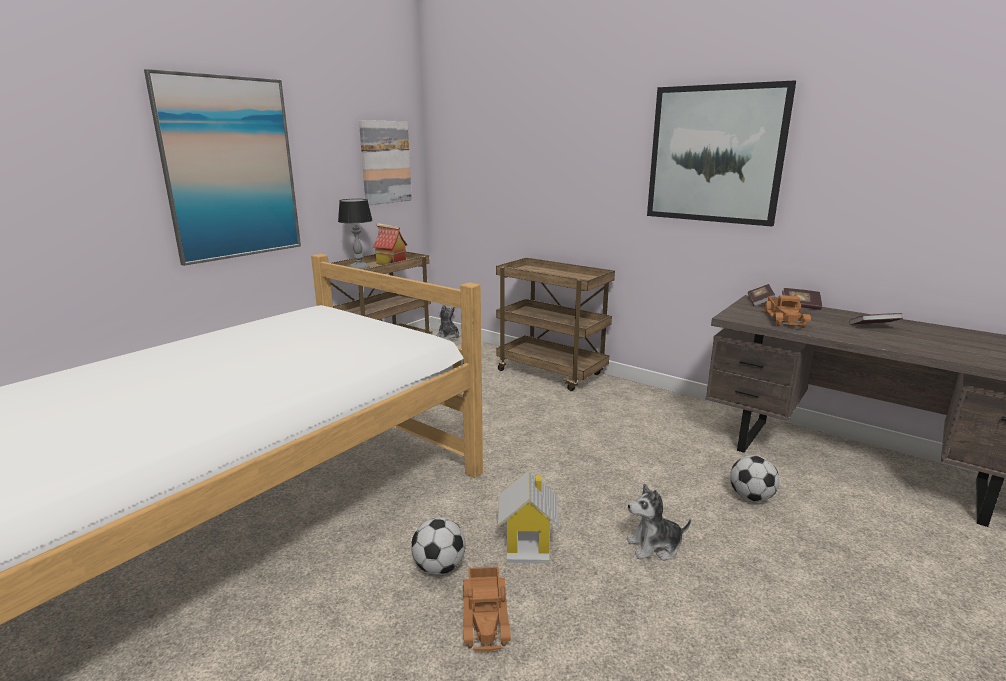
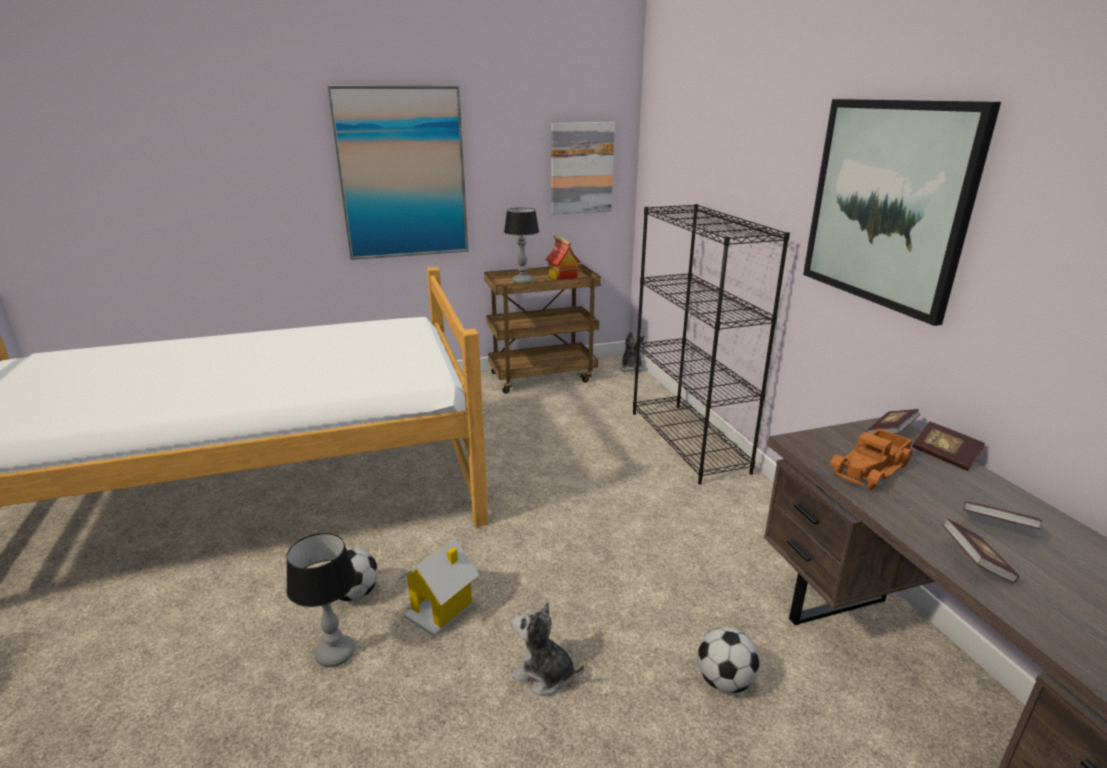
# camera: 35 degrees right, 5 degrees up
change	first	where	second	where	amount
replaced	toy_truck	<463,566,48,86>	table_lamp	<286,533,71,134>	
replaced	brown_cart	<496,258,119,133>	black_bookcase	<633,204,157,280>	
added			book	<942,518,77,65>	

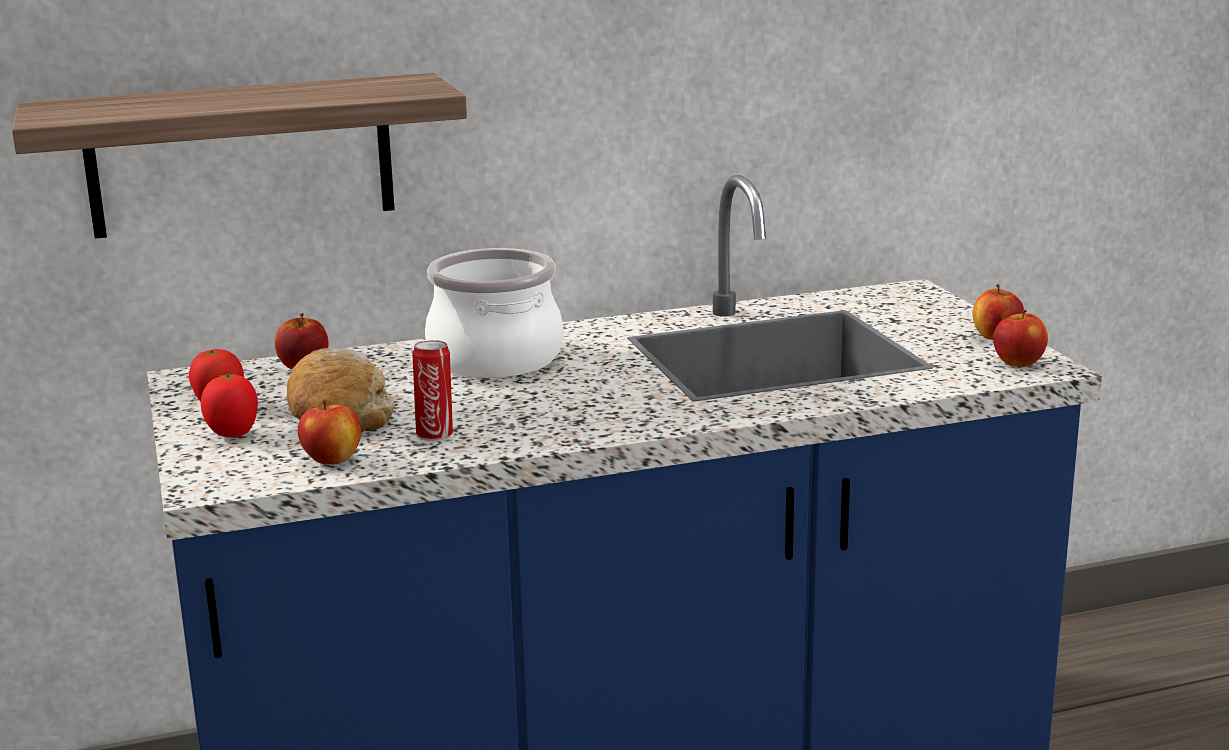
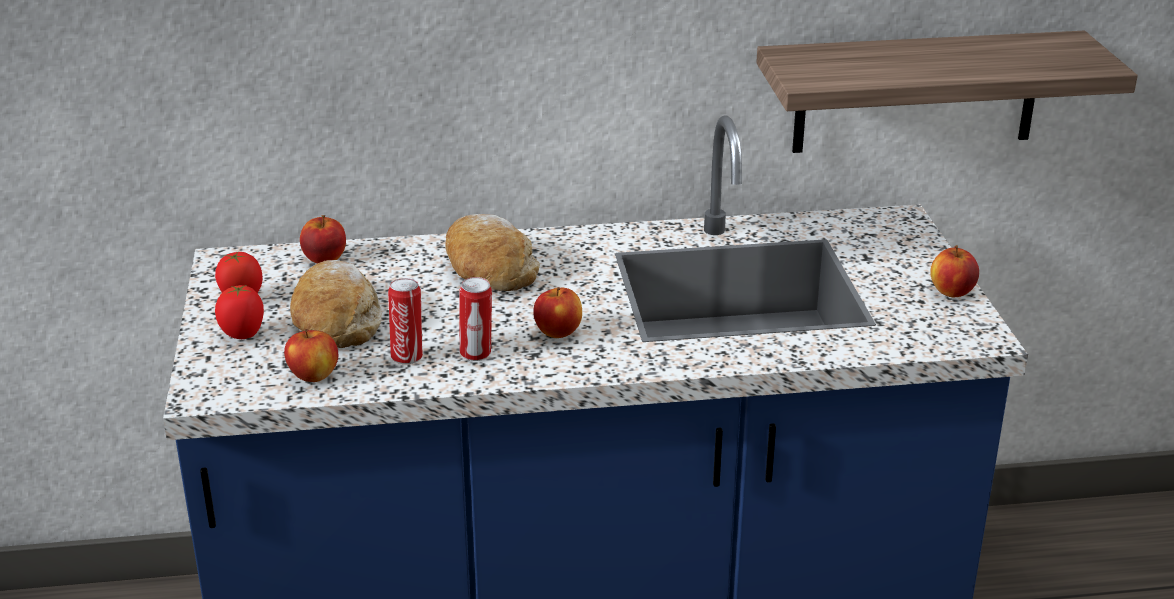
# camera: 10 degrees right, 10 degrees up
change	first	where	second	where	amount
moved	shelf	<12,73,455,166>		<756,31,382,122>	
replaced	cooking_pot	<425,248,139,130>	bread	<445,214,95,77>	
moved	apple	<993,310,55,57>		<533,287,49,51>	
added			can	<459,277,33,84>	

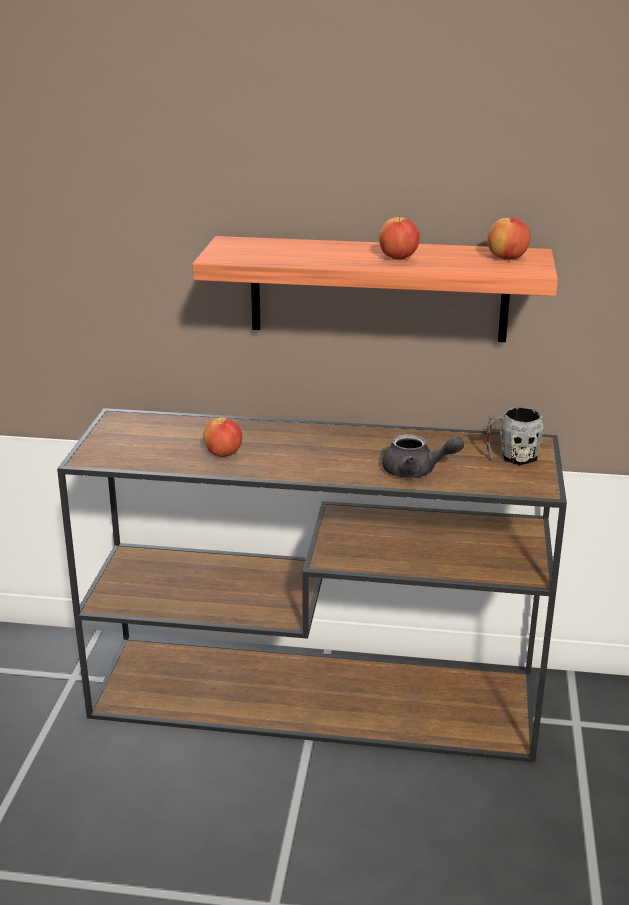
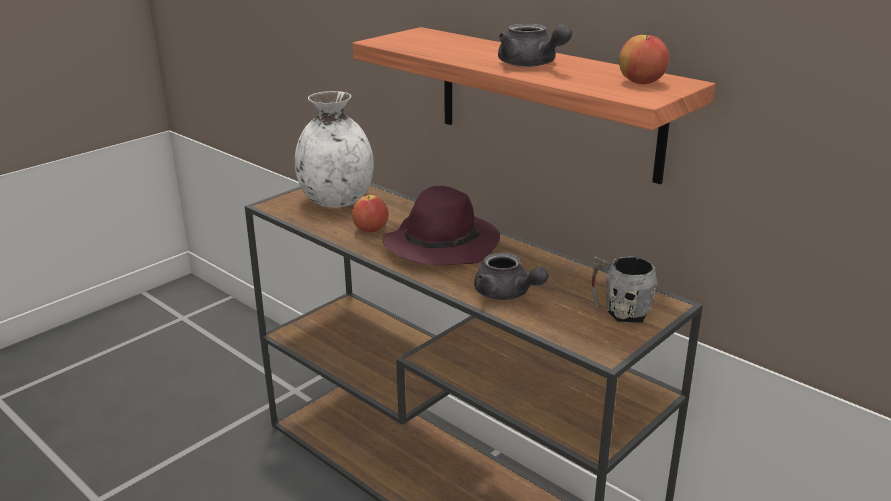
# camera: 35 degrees right, 0 degrees up
change	first	where	second	where	amount
replaced	apple	<379,217,41,42>	grey_teapot	<498,24,74,43>	
added			white_vase	<295,91,79,117>	
added			purple_hat	<382,186,118,79>	

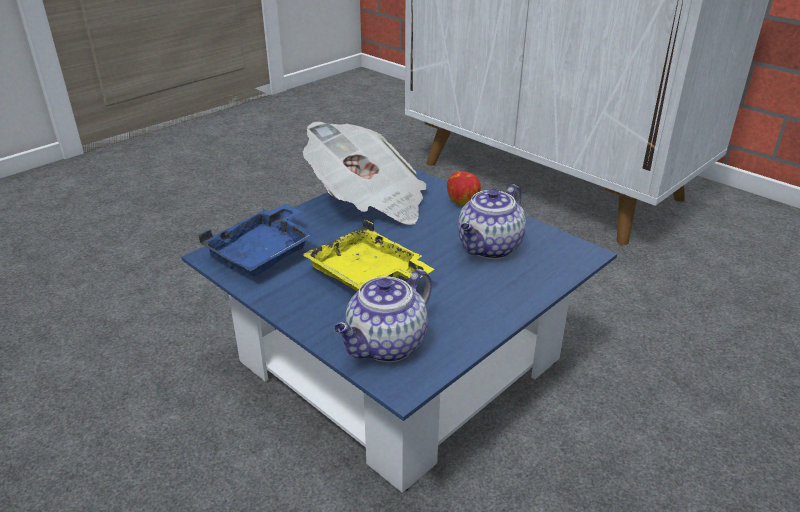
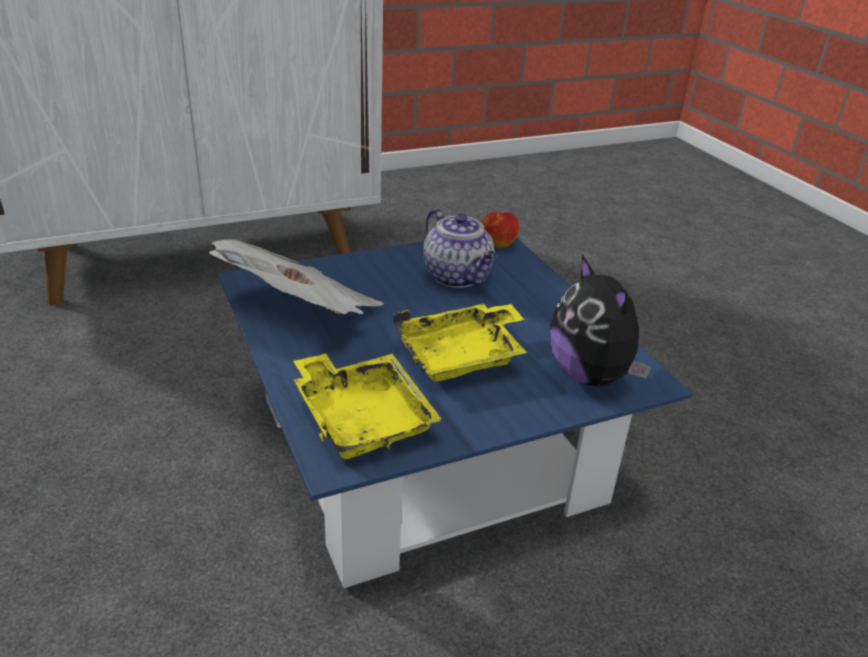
# camera: 70 degrees left, 0 degrees up
change	first	where	second	where	amount
recoloured	blue_tray	<199,204,118,72>	yellow_tray	<294,353,148,107>	
replaced	teapot	<334,269,98,93>	plush_toy	<550,254,102,132>	
moved	apple	<447,171,34,34>		<481,212,38,36>	

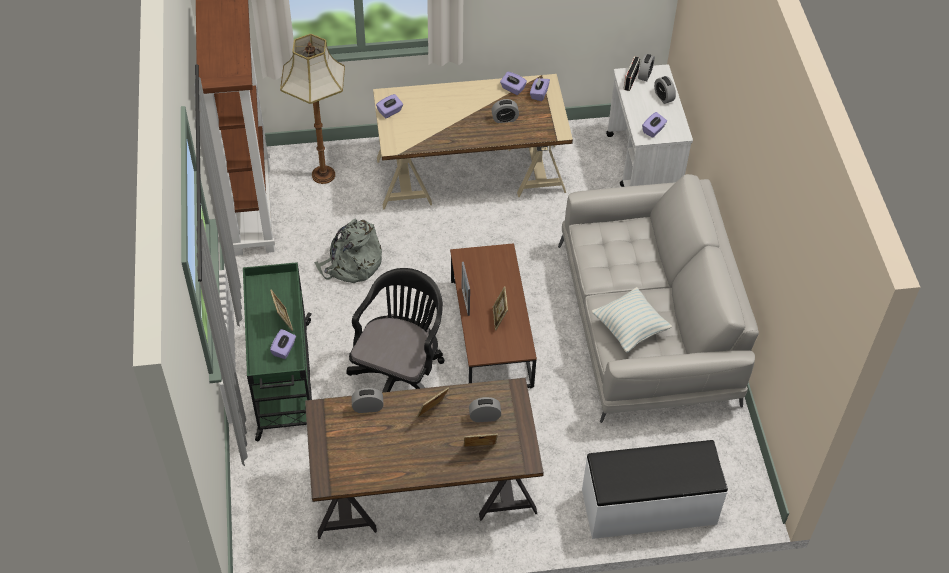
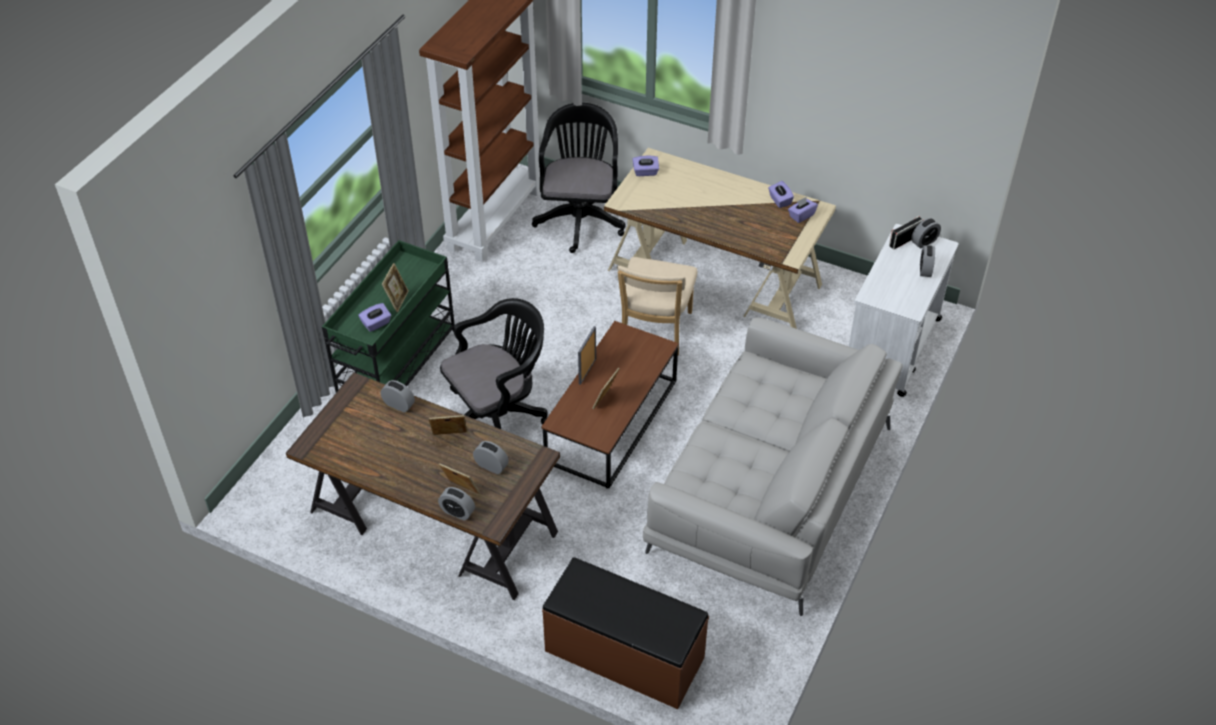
# camera: 35 degrees right, 5 degrees down
change	first	where	second	where	amount
replaced	floor_lamp	<280,34,65,150>	black_office_chair	<532,103,93,150>	
removed	grey_backpack	<315,219,67,64>			
moved	alarm_clock	<492,99,27,24>		<438,487,37,34>	
recoloured	white_bench	<582,440,146,99>	brown_bench	<542,557,167,152>	
removed	pillow	<591,287,81,66>			
removed	purple_tissue_box	<642,112,25,26>			
added			beige_chair	<617,257,80,99>	

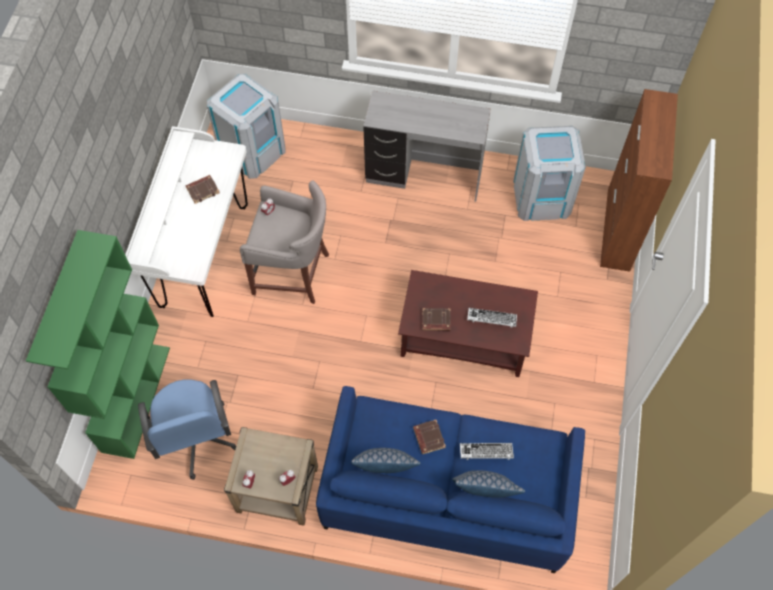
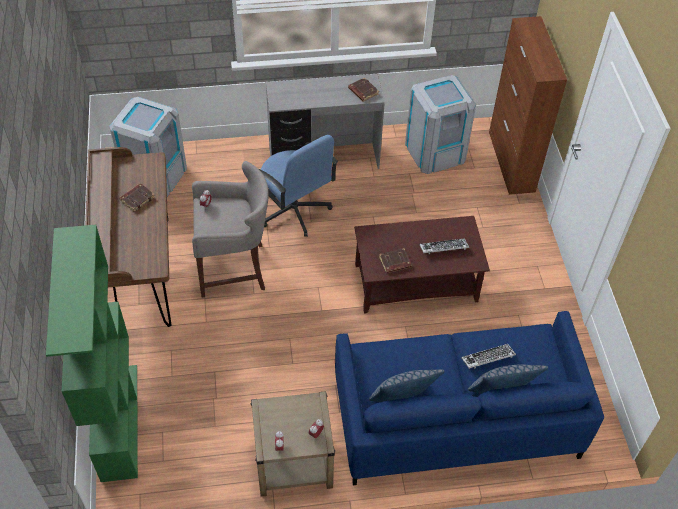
# camera: 20 degrees left, 10 degrees down
change	first	where	second	where	amount
recoloured	white_desk	<125,126,123,191>	brown_desk	<85,147,86,180>	
moved	blue_office_chair	<138,380,98,100>		<259,135,79,102>	
moved	brown_book	<413,420,33,34>		<348,77,31,25>	

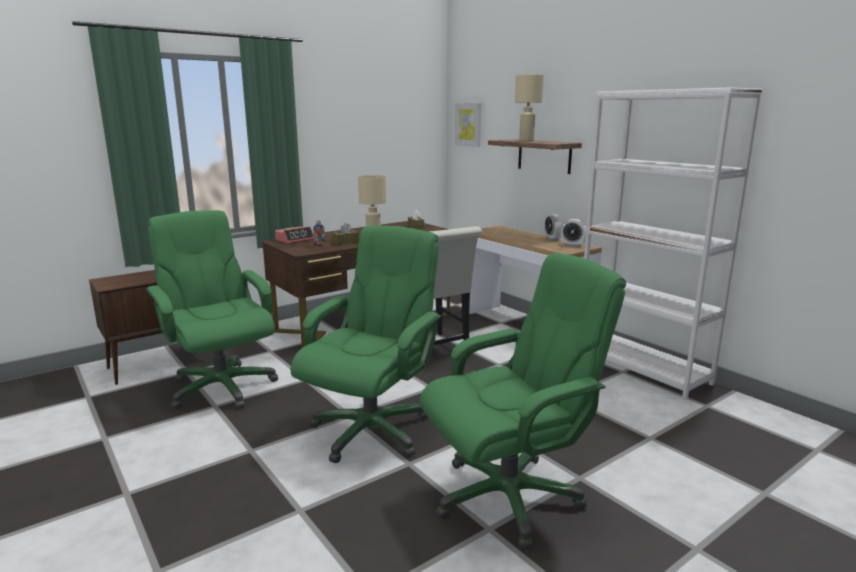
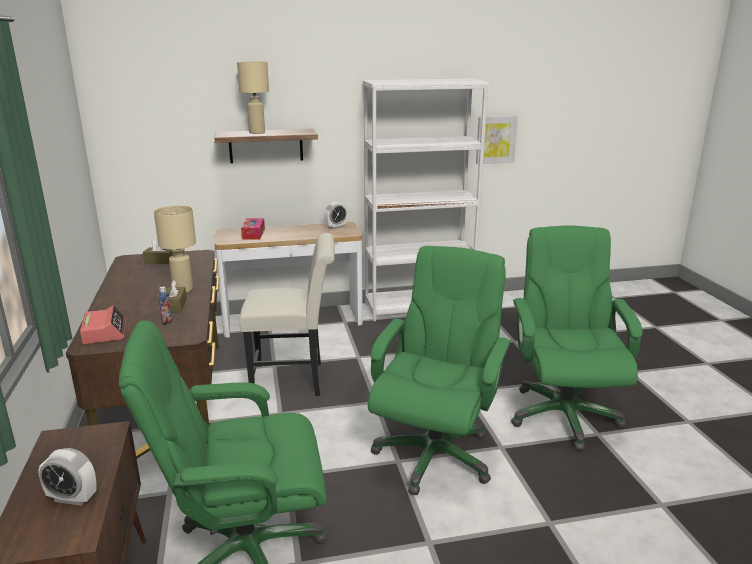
# camera: 65 degrees left, 5 degrees up
change	first	where	second	where	amount
turned	green_office_chair	<291,226,150,237>		<368,246,143,249>	60 degrees clockwise
moved	picture	<455,103,26,44>		<476,116,42,48>	
moved	alarm_clock	<545,214,18,27>		<38,448,58,58>	
added			tissue_box	<241,218,24,22>	

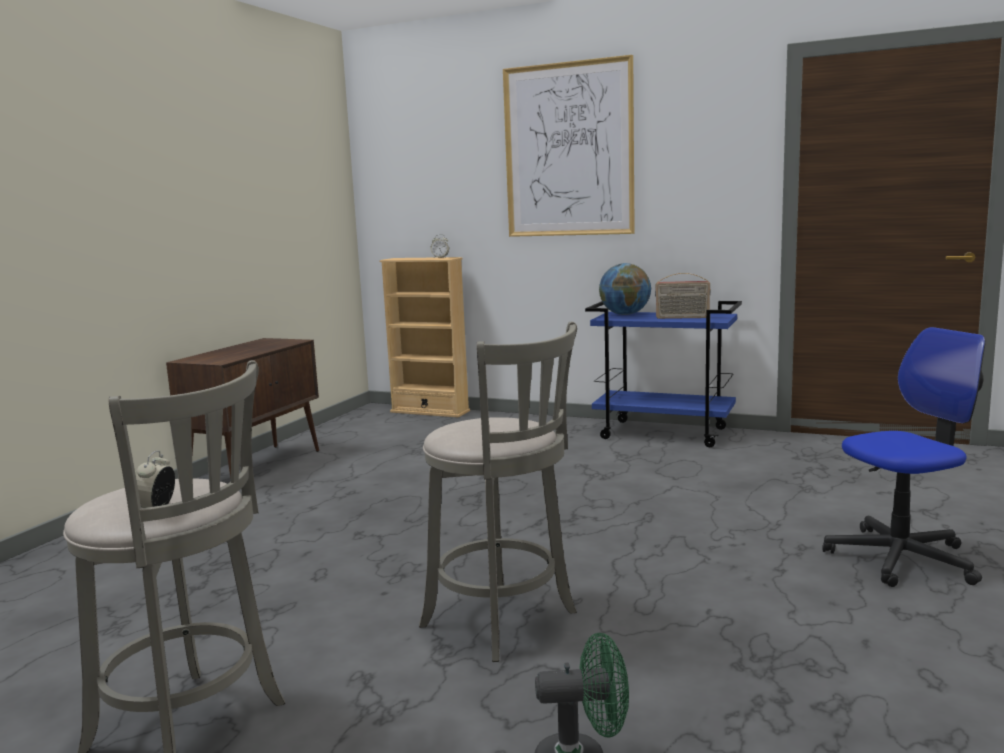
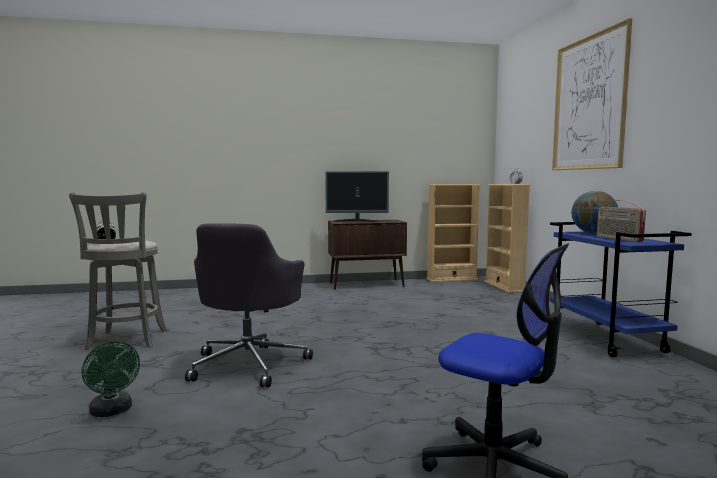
# camera: 55 degrees right, 5 degrees down
change	first	where	second	where	amount
replaced	grey_stool	<419,322,158,340>	grey_office_chair	<185,223,128,165>	
added			monitor	<325,171,64,51>	
added			beige_bookcase	<426,184,55,98>	

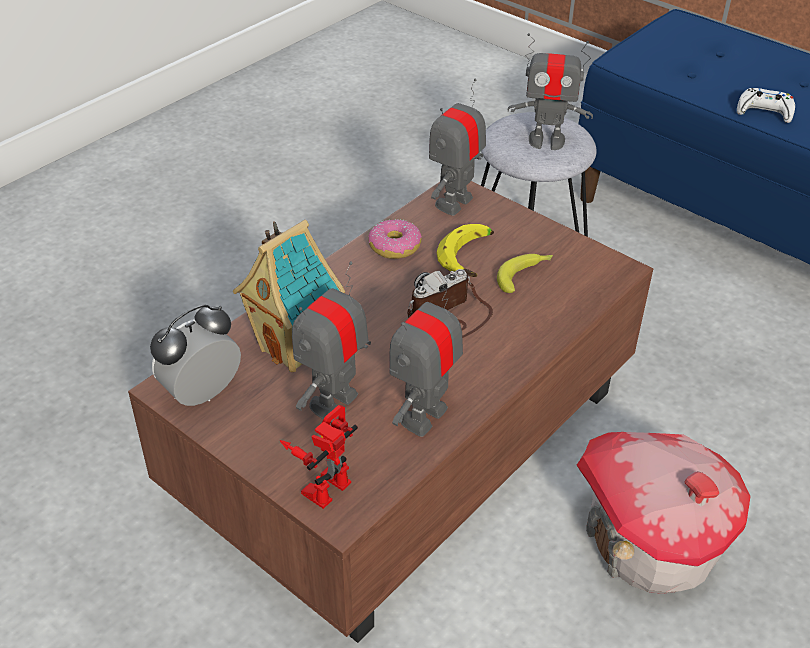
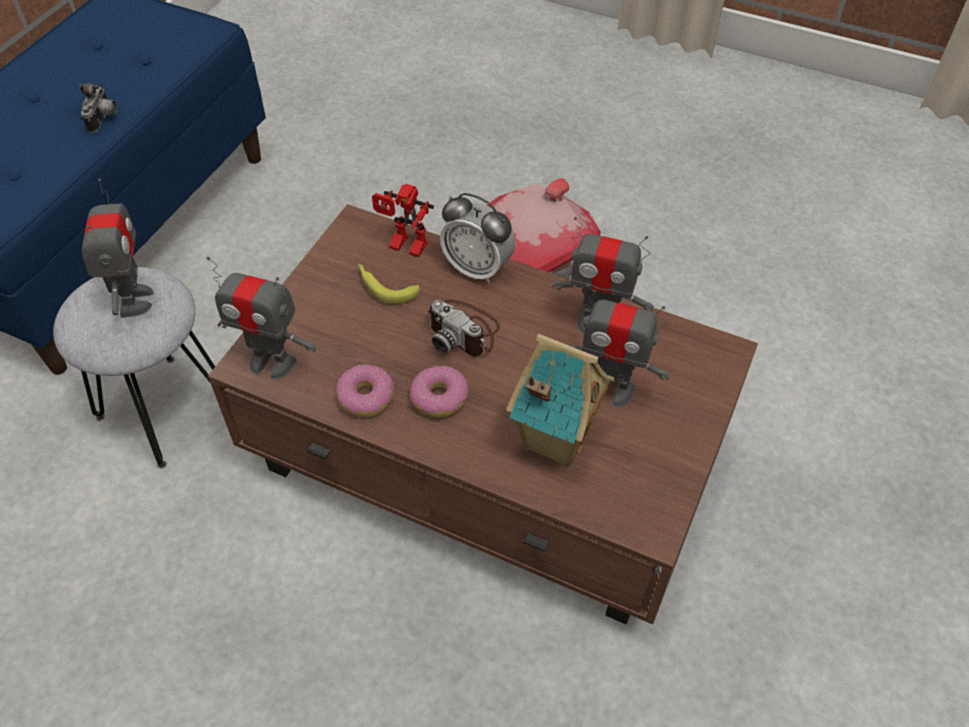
# camera: 105 degrees left, 10 degrees up
change	first	where	second	where	amount
moved	alarm_clock	<150,304,91,102>		<440,193,75,91>	
moved	toy_robot	<280,405,78,104>		<372,184,62,73>	
removed	banana	<437,224,57,53>			
replaced	white_game_controller	<737,88,58,35>	photo_camera	<80,83,37,50>	
added			donut	<410,366,58,52>	

